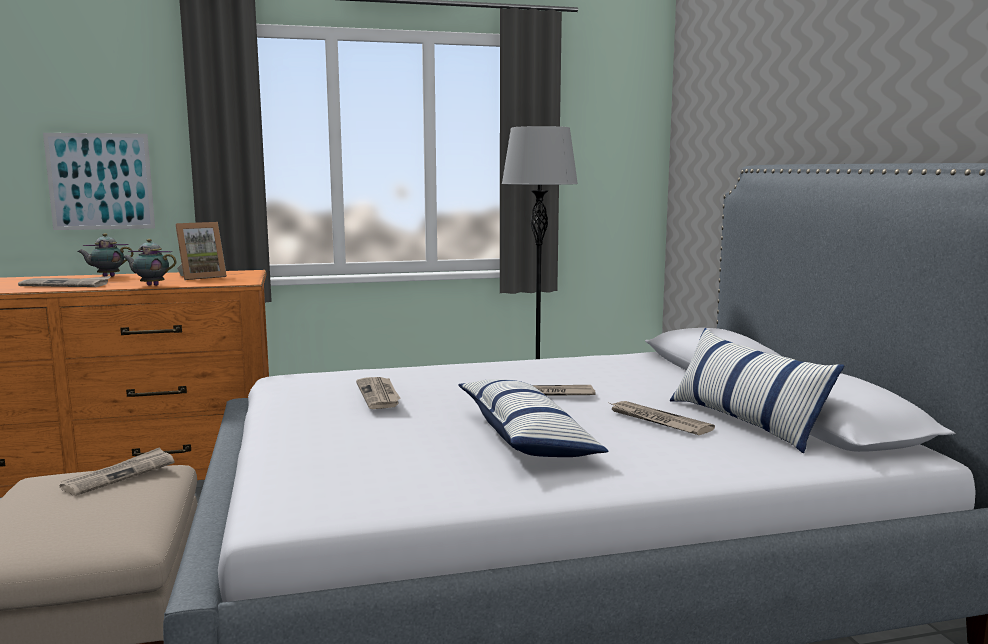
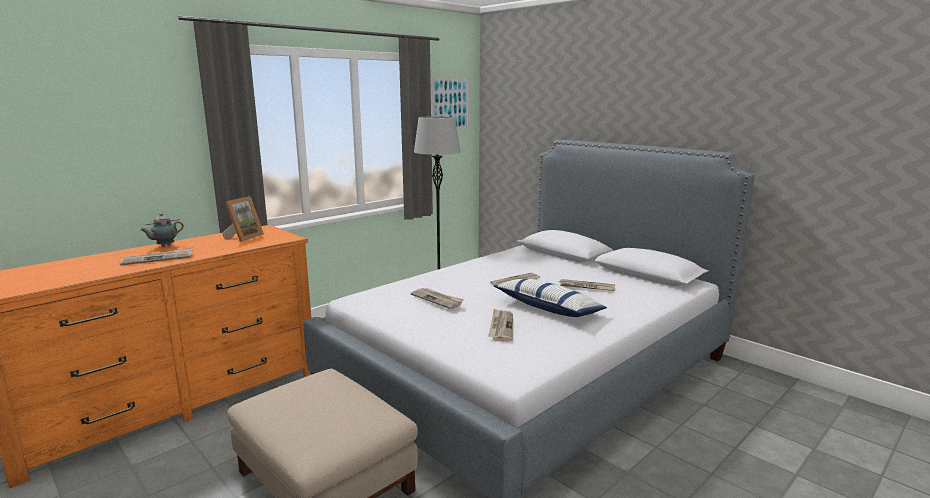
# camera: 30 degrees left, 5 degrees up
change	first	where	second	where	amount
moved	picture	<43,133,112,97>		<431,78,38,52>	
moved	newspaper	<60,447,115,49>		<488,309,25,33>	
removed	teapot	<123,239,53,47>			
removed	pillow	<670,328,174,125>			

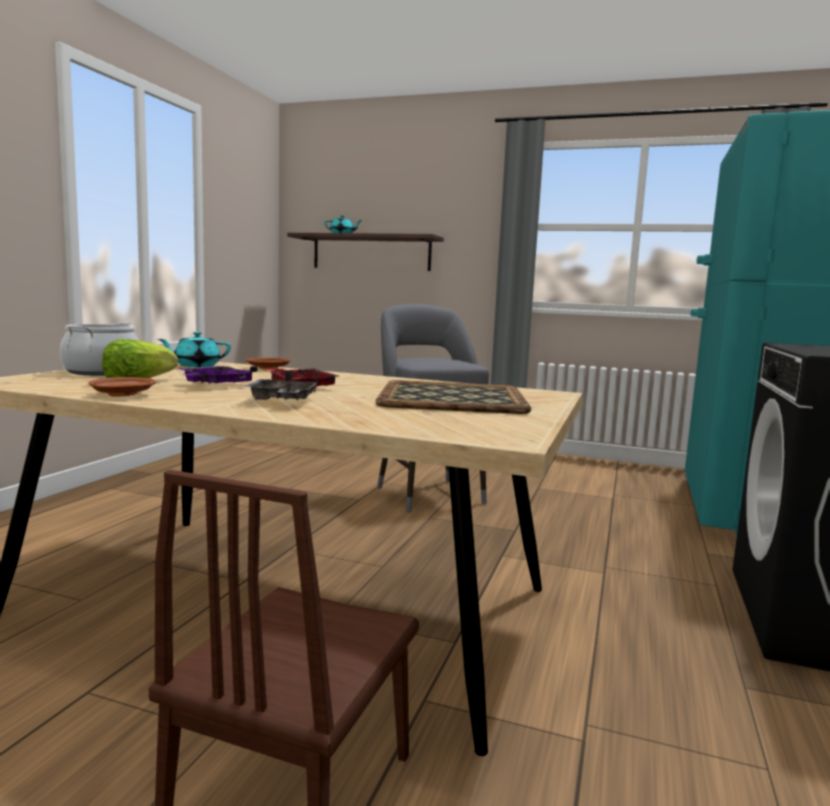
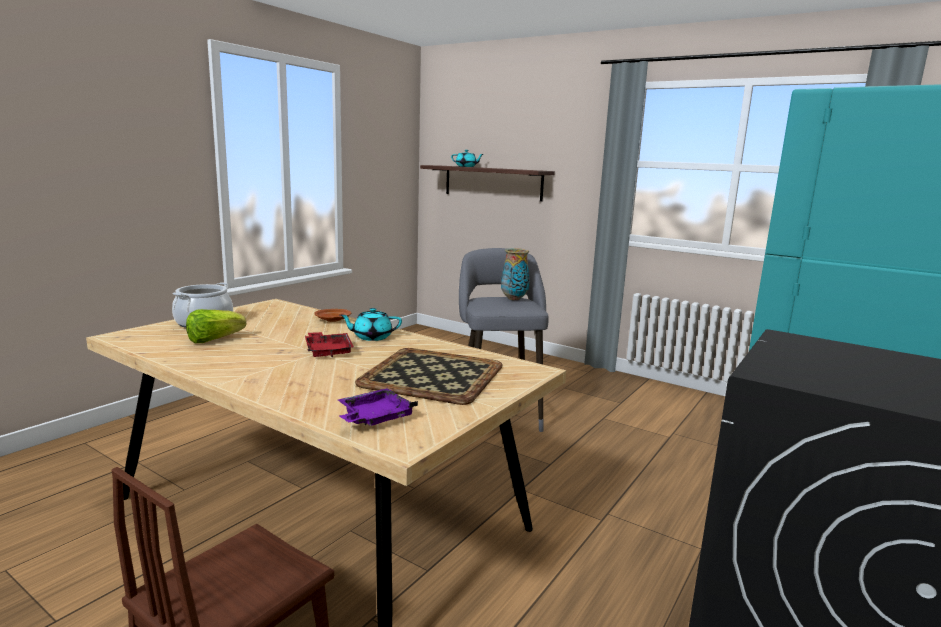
# camera: 15 degrees right, 5 degrees up
change	first	where	second	where	amount
removed	brown_plate	<89,377,67,20>			
moved	turquoise_teapot	<158,332,73,35>		<340,308,62,33>	
moved	purple_tray	<176,366,82,18>		<338,388,80,38>	
removed	grey_tray	<245,377,73,23>			
added			vase	<501,248,28,52>	

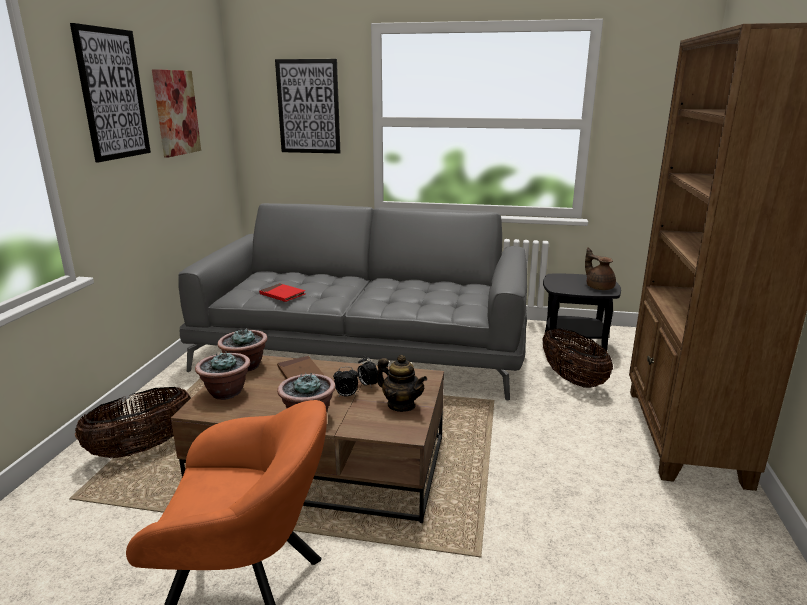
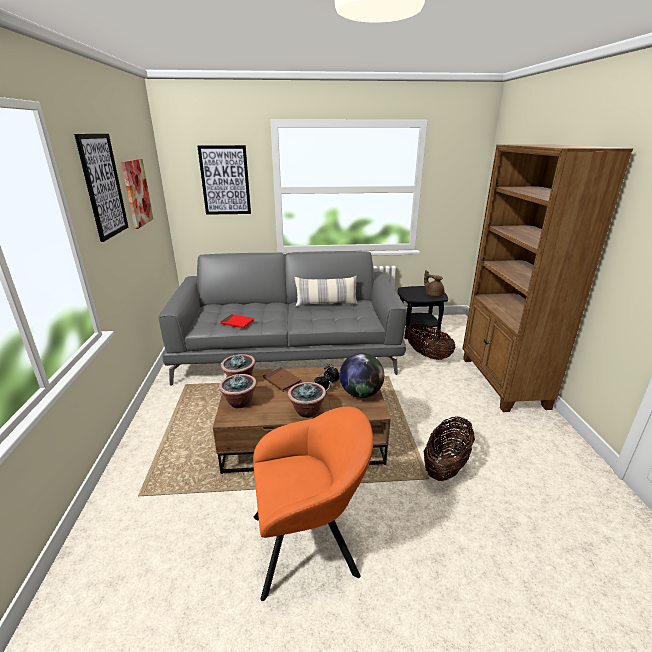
# camera: 15 degrees left, 5 degrees up
change	first	where	second	where	amount
moved	basket	<75,387,116,71>		<423,416,52,65>	
replaced	teapot	<376,355,51,57>	globe	<340,353,44,45>	
added			pillow	<295,276,63,31>	

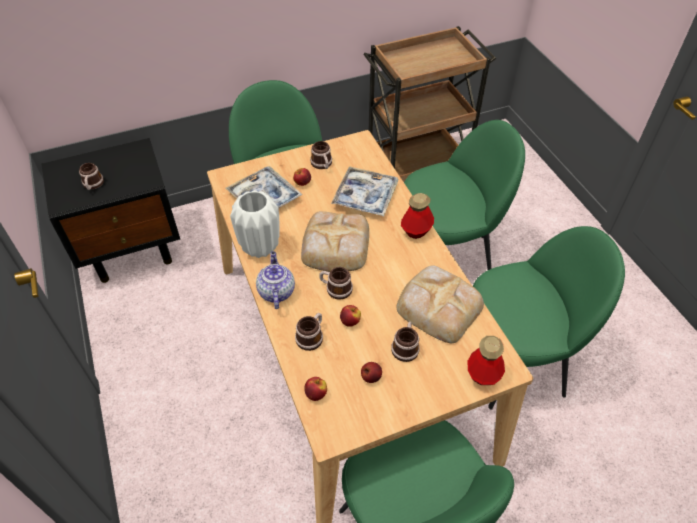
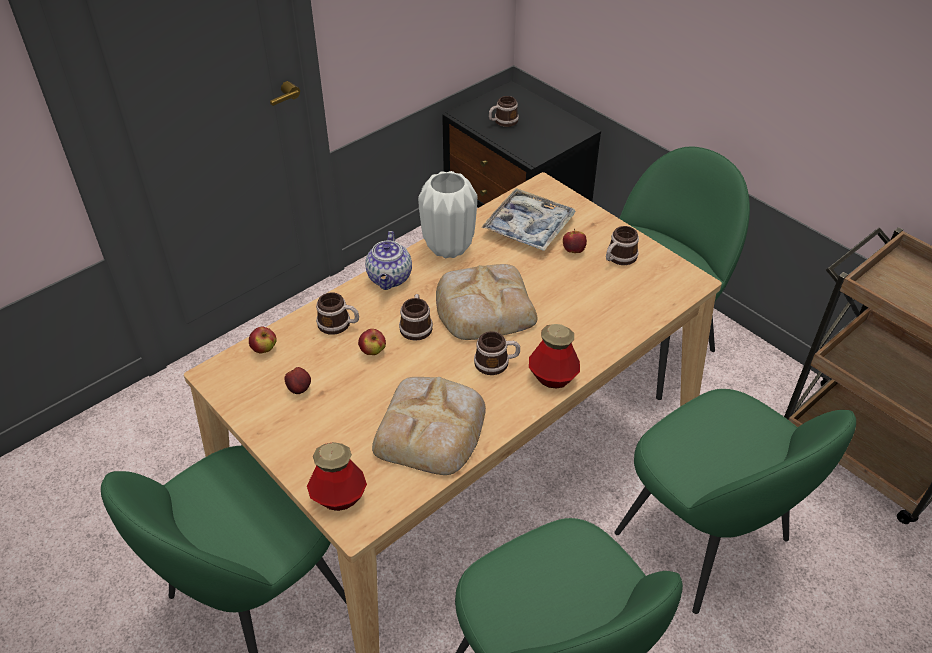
# camera: 70 degrees right, 5 degrees down
change	first	where	second	where	amount
turned	teapot	<256,251,39,58>		<365,231,47,59>	120 degrees clockwise
removed	tray	<331,166,67,50>			
moved	mug	<391,322,29,40>		<474,331,46,44>	

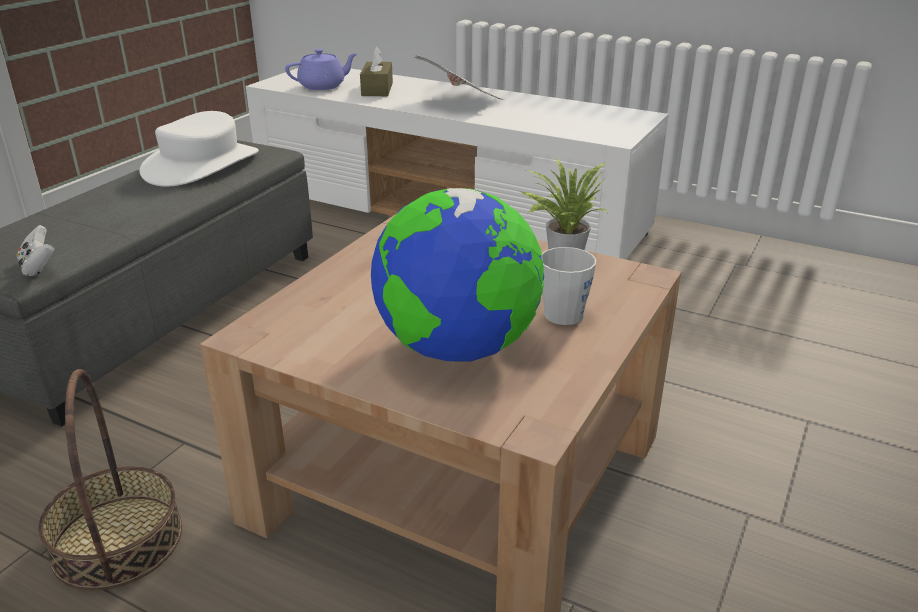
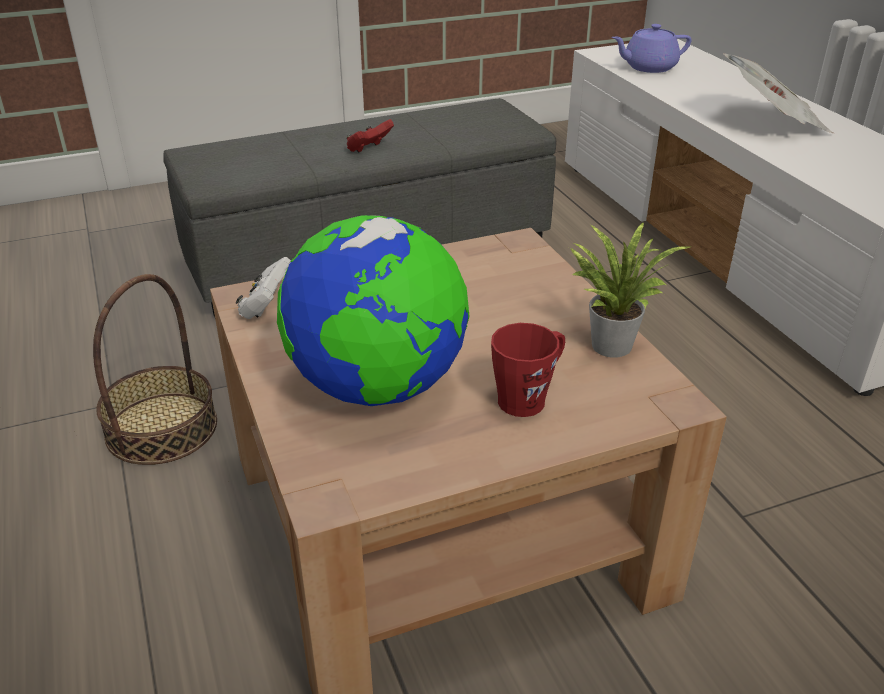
# camera: 40 degrees right, 5 degrees up
change	first	where	second	where	amount
moved	white_game_controller	<17,225,38,51>		<236,257,55,62>	
removed	white_hat	<139,111,120,76>			
turned	purple_teapot	<285,49,73,41>		<612,24,80,49>	150 degrees clockwise
removed	brown_tissue_box	<360,46,33,50>			
recoloured	grey_mug	<541,247,55,78>	red_mug	<491,323,74,94>	
added			red_game_controller	<346,119,48,34>	

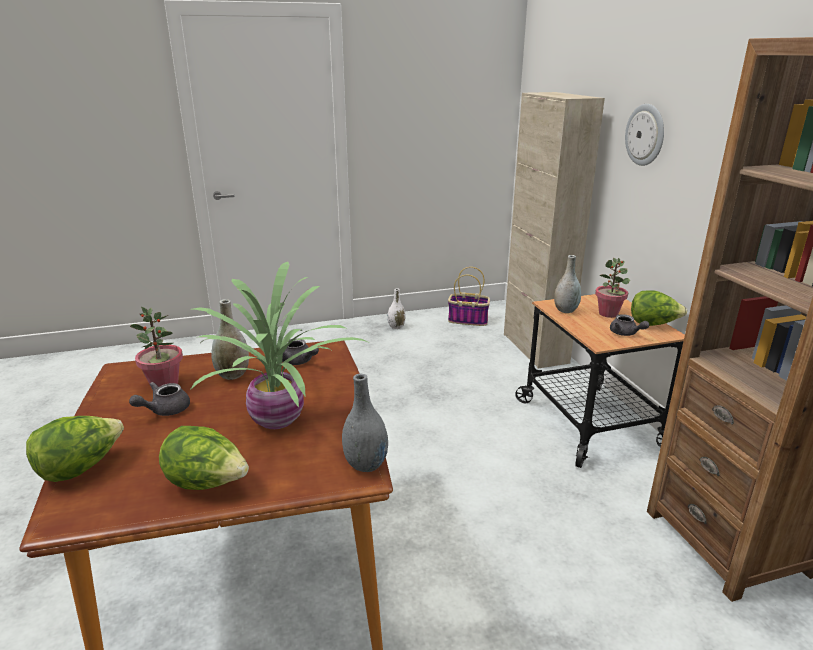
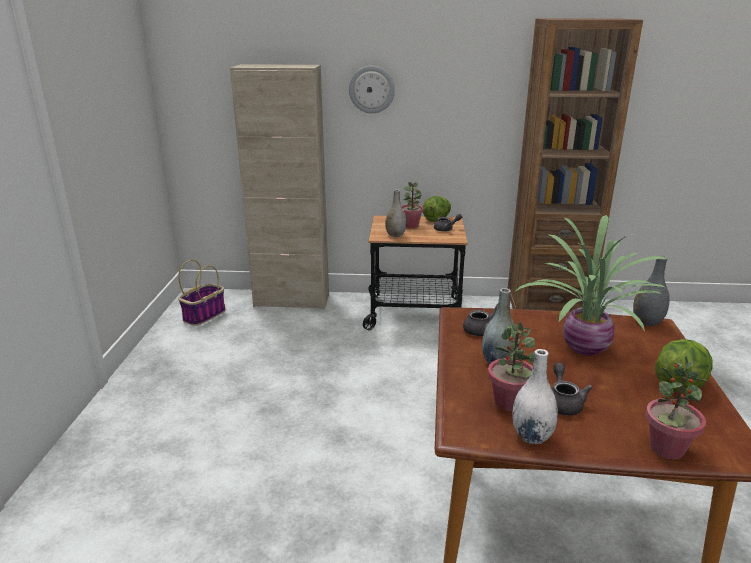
# camera: 70 degrees left, 0 degrees up
change	first	where	second	where	amount
replaced	lettuce	<26,416,98,66>	potted_plant	<645,355,63,104>	
turned	grey_teapot	<129,382,61,34>		<551,363,42,53>	150 degrees counterclockwise
moved	white_vase	<387,288,19,41>		<512,349,46,95>	

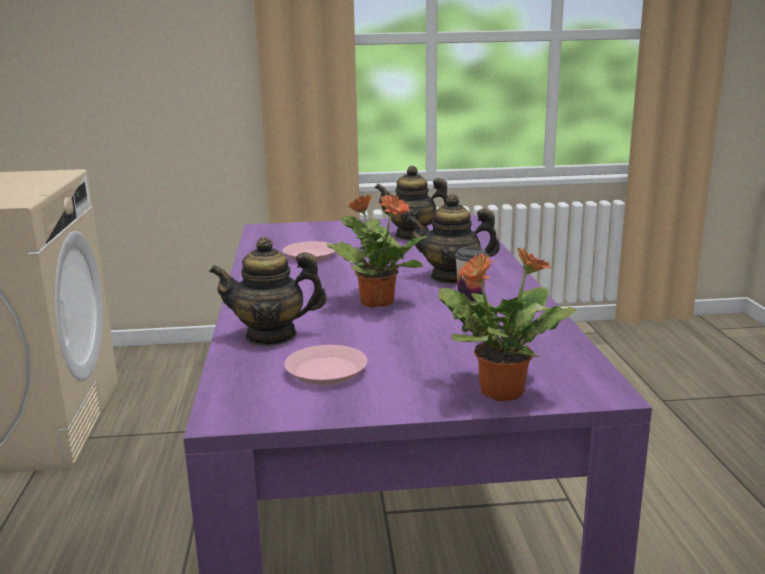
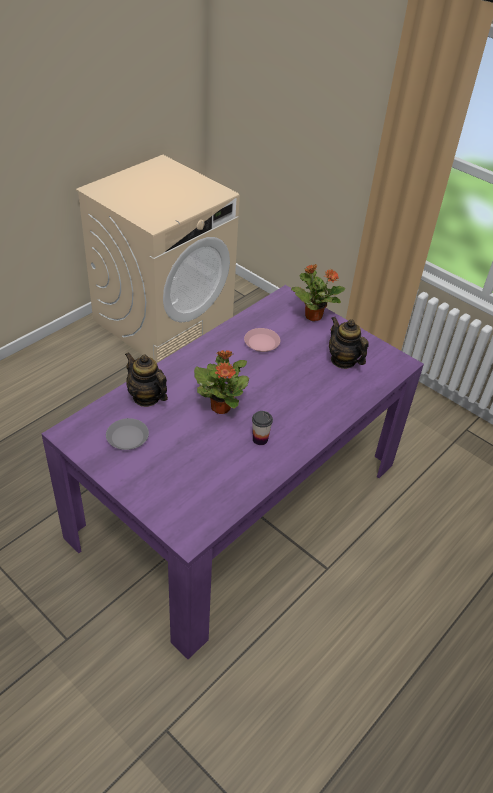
# camera: 45 degrees right, 25 degrees up
change	first	where	second	where	amount
recoloured	pink_plate	<284,345,83,40>	grey_plate	<106,418,43,32>	
removed	teapot	<406,194,94,90>			
moved	potted_plant	<438,247,139,154>		<291,264,55,57>	

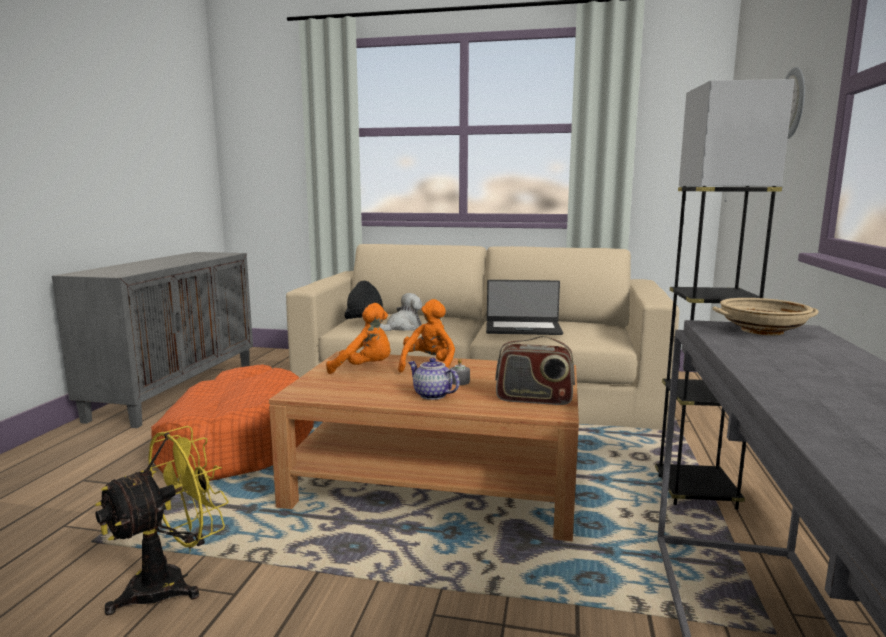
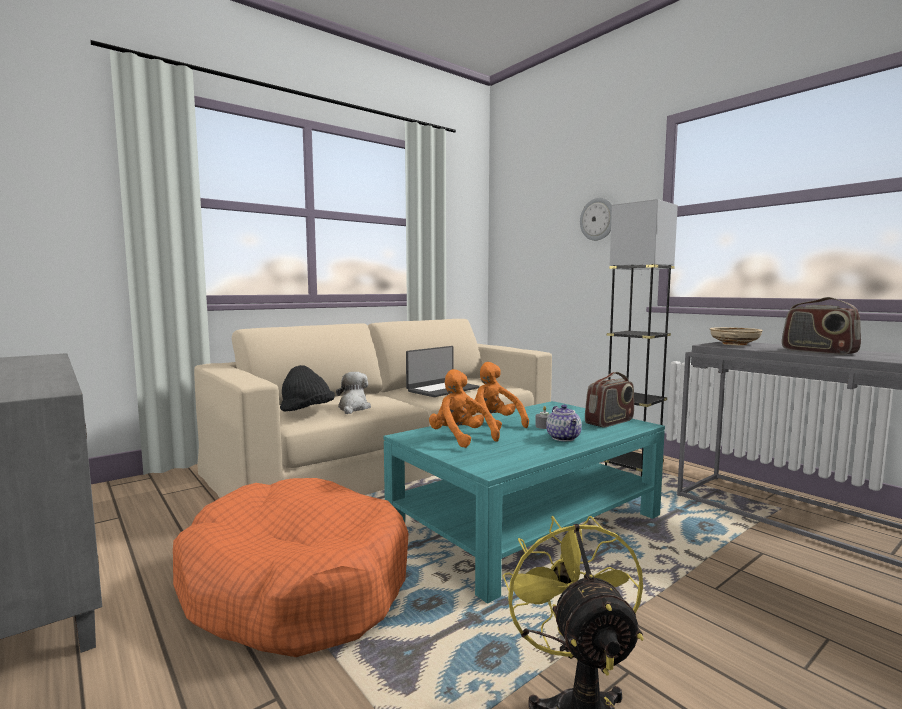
# camera: 50 degrees left, 5 degrees down
change	first	where	second	where	amount
recoloured	brown_coffee_table	<269,352,310,189>	turquoise_coffee_table	<383,401,282,202>	
turned	orange_plush_toy	<326,303,65,71>		<429,369,71,79>	90 degrees counterclockwise
turned	teapot	<408,357,51,43>		<546,405,36,36>	90 degrees counterclockwise
added			radio	<782,297,79,58>	

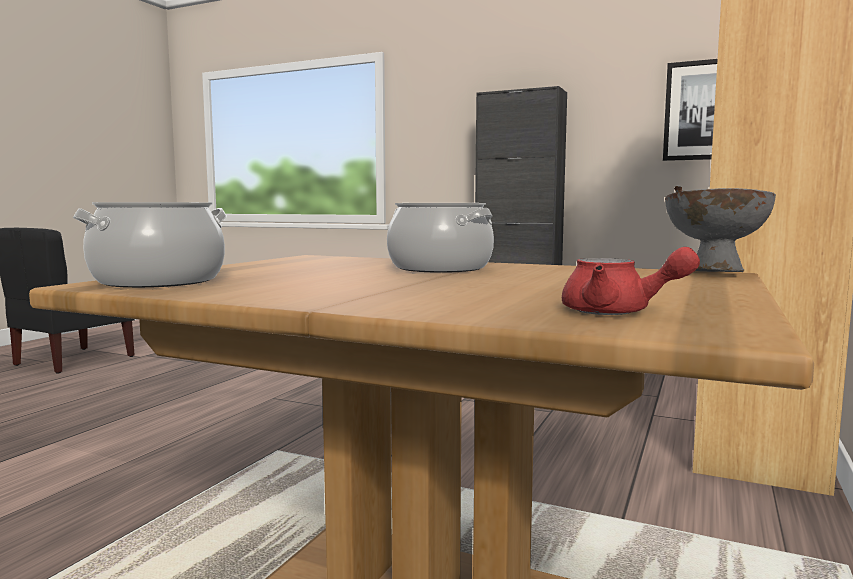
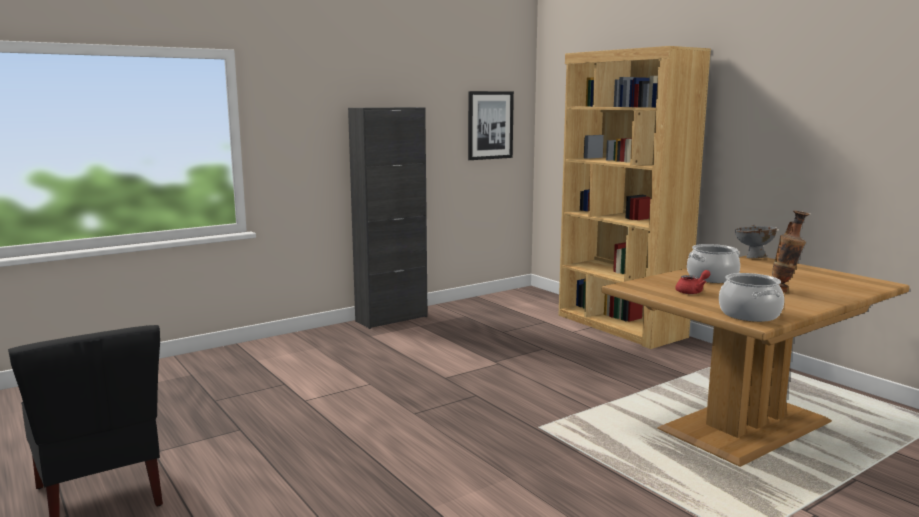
# camera: 60 degrees left, 5 degrees up
change	first	where	second	where	amount
moved	red_teapot	<562,247,138,68>		<675,270,35,24>	
added			vase	<772,211,37,81>	

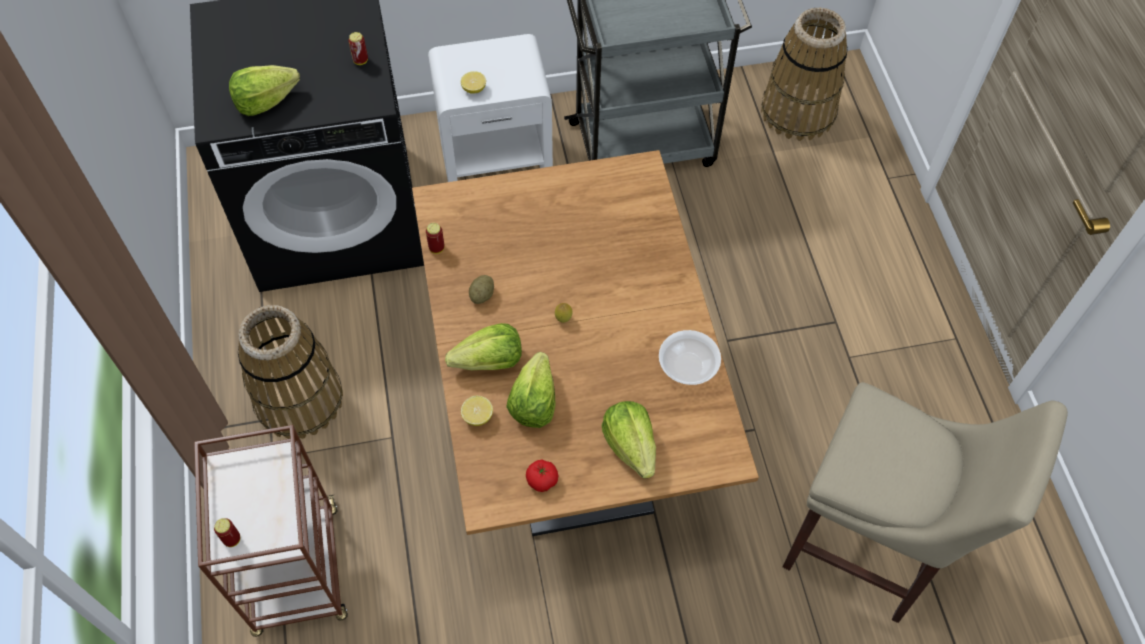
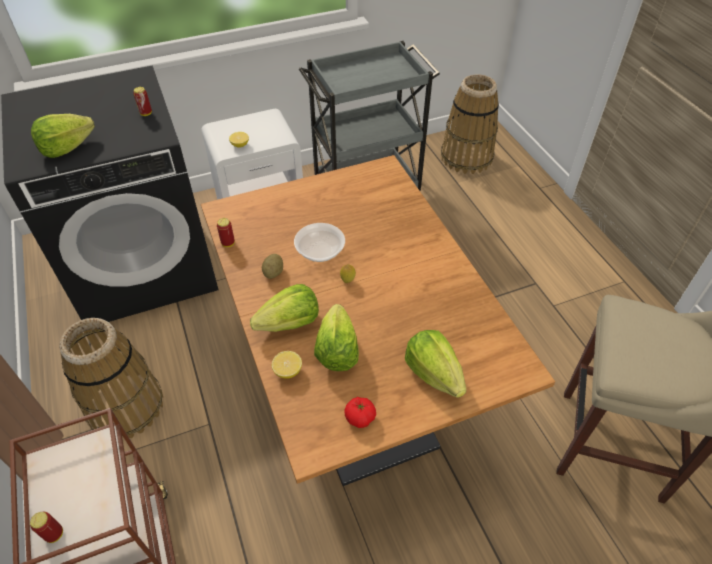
# camera: 10 degrees left, 10 degrees down
change	first	where	second	where	amount
moved	bowl	<659,330,62,55>		<294,223,51,39>	

